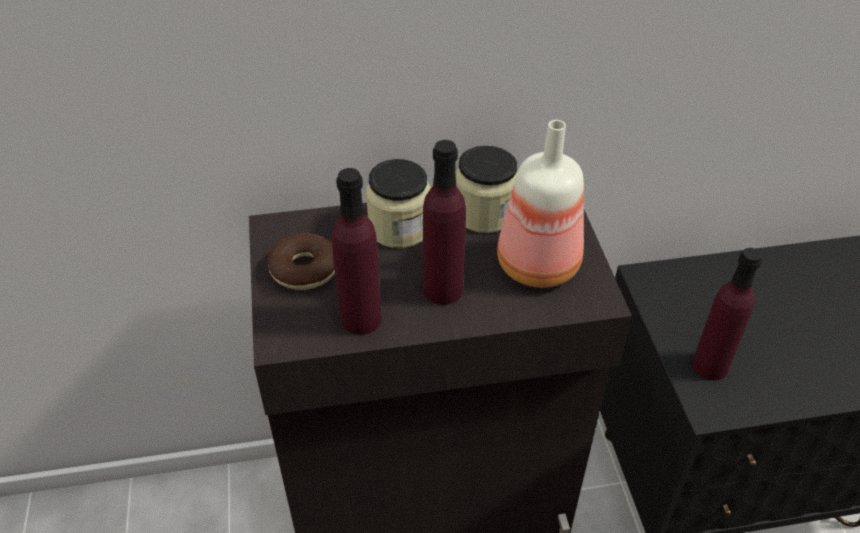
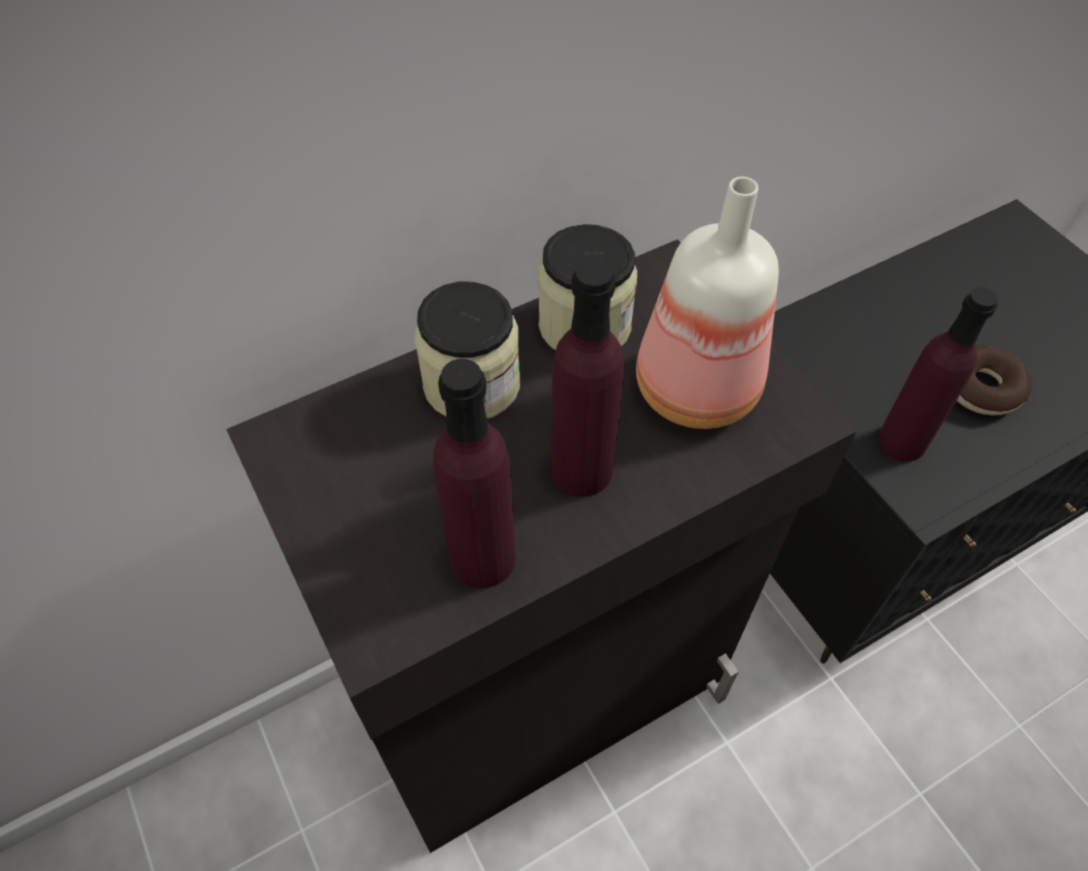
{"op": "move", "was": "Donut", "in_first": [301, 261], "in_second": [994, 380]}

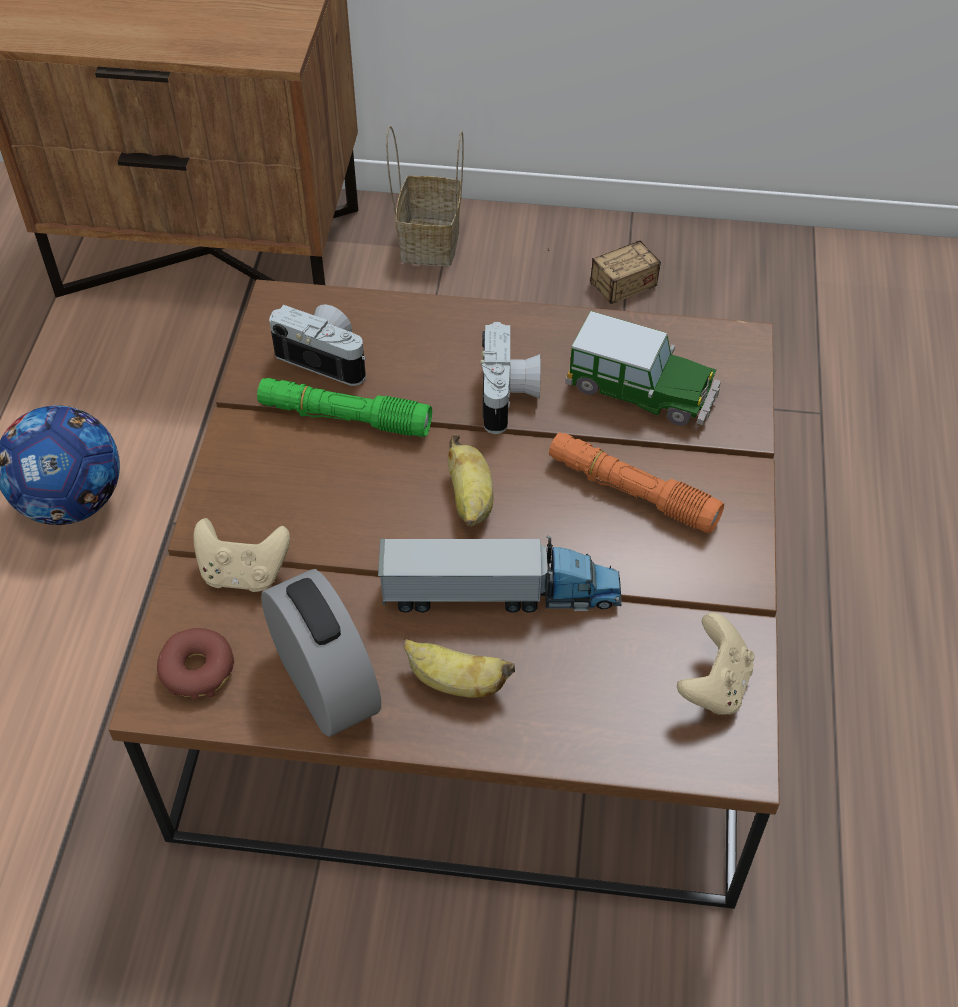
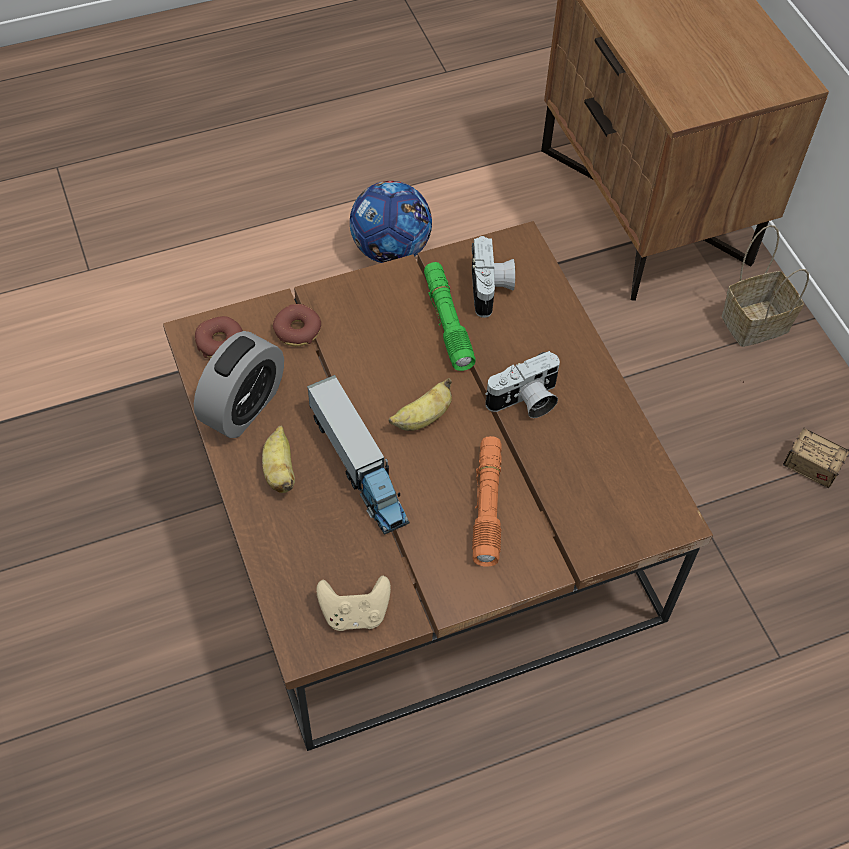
{"op": "replace", "was": "Gamepad [beige]", "now": "Donut", "in_first": [241, 555], "in_second": [297, 325]}
{"op": "delete", "was": "Spielzeugauto", "in_first": [643, 368]}

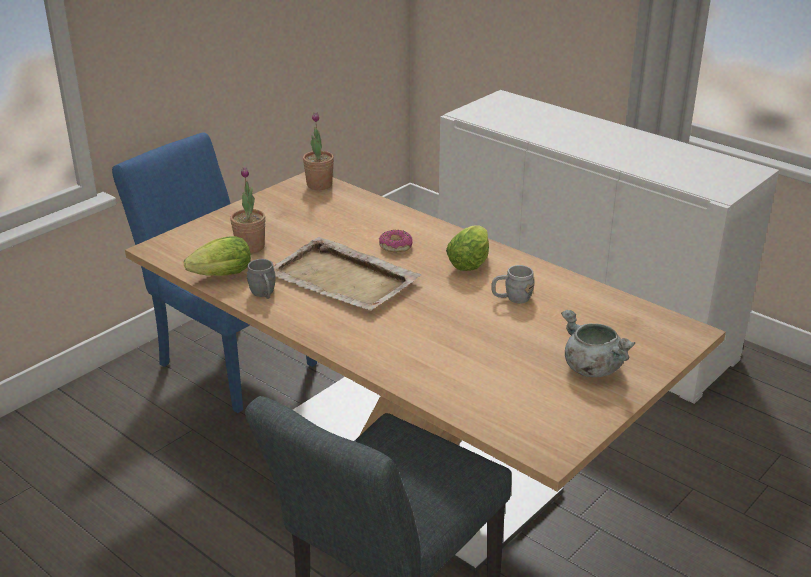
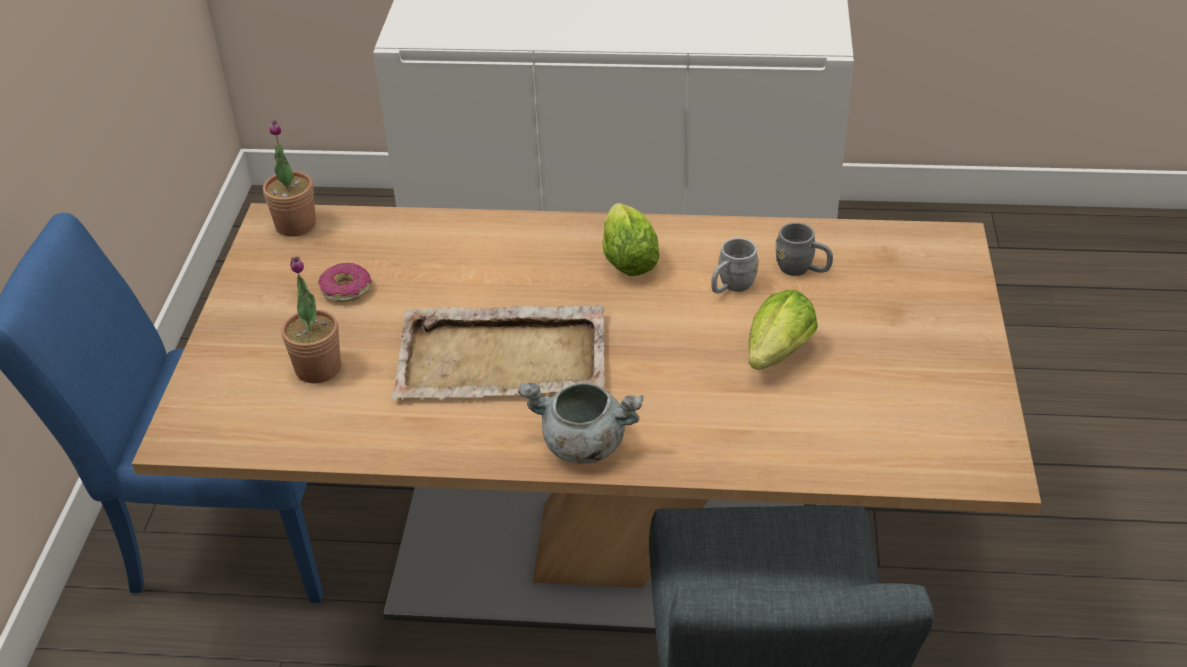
{"op": "move", "was": "Donut", "in_first": [396, 241], "in_second": [345, 282]}
{"op": "move", "was": "Kochtopf [grau]", "in_first": [598, 343], "in_second": [580, 423]}
{"op": "move", "was": "Salatkopf", "in_first": [217, 256], "in_second": [783, 330]}
{"op": "move", "was": "Henkelbecher [grau]", "in_first": [261, 279], "in_second": [804, 249]}

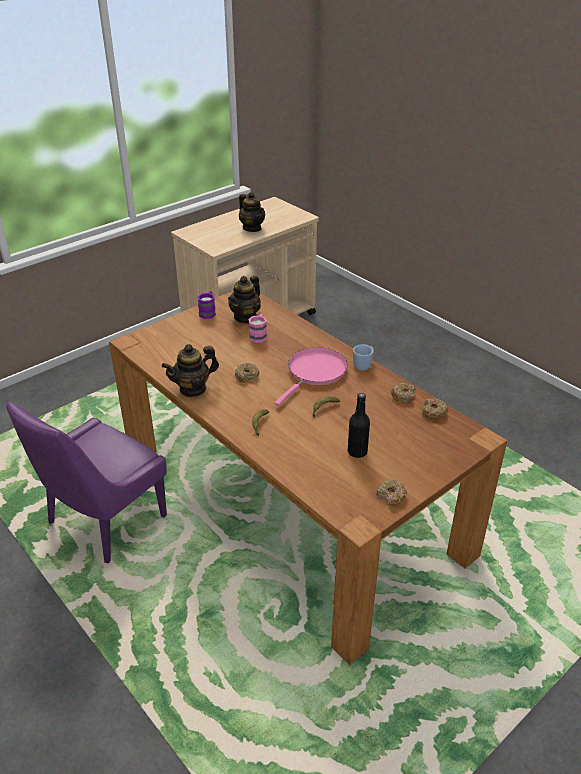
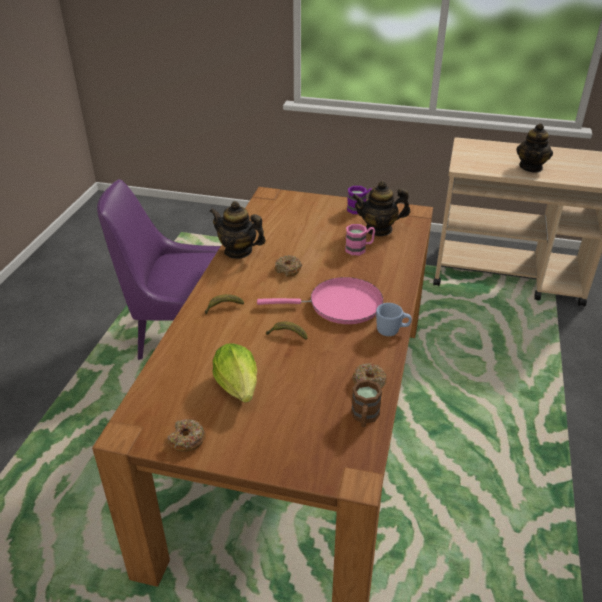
{"op": "replace", "was": "Flasche [schwarz]", "now": "Salatkopf", "in_first": [359, 425], "in_second": [235, 373]}
{"op": "replace", "was": "Donut", "now": "Henkelbecher [braun]", "in_first": [435, 408], "in_second": [366, 403]}

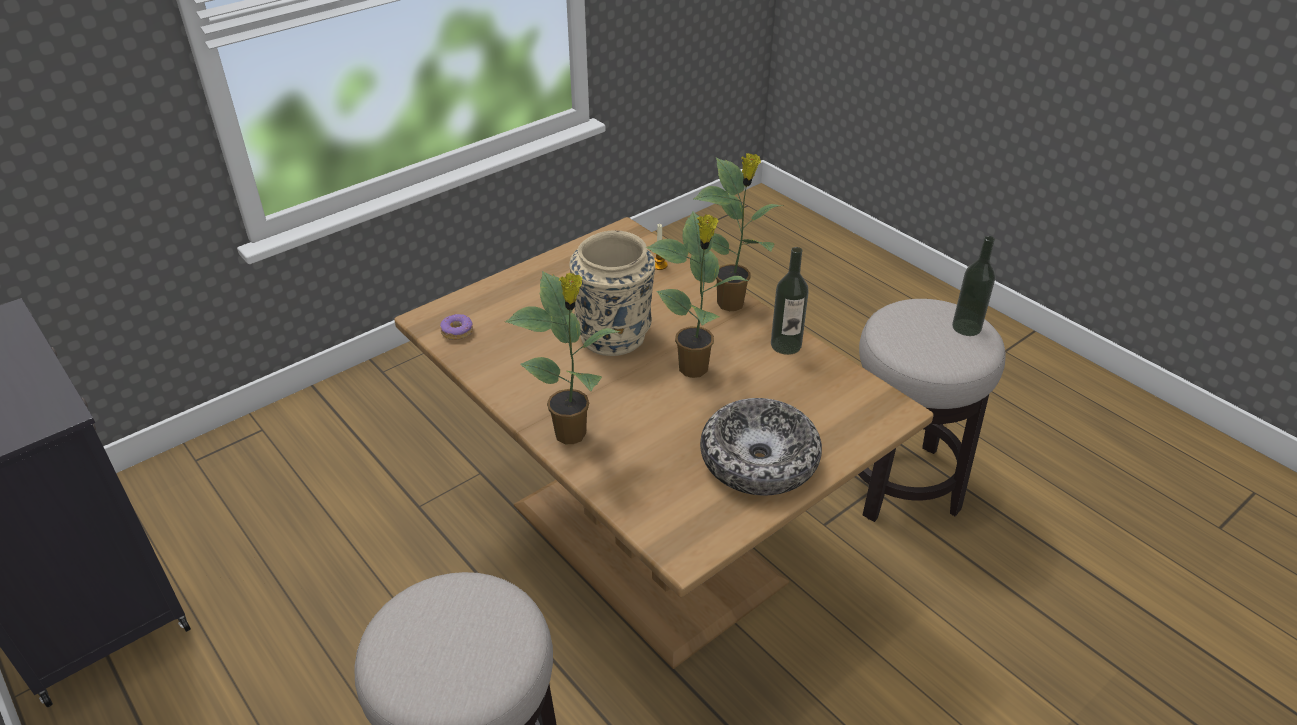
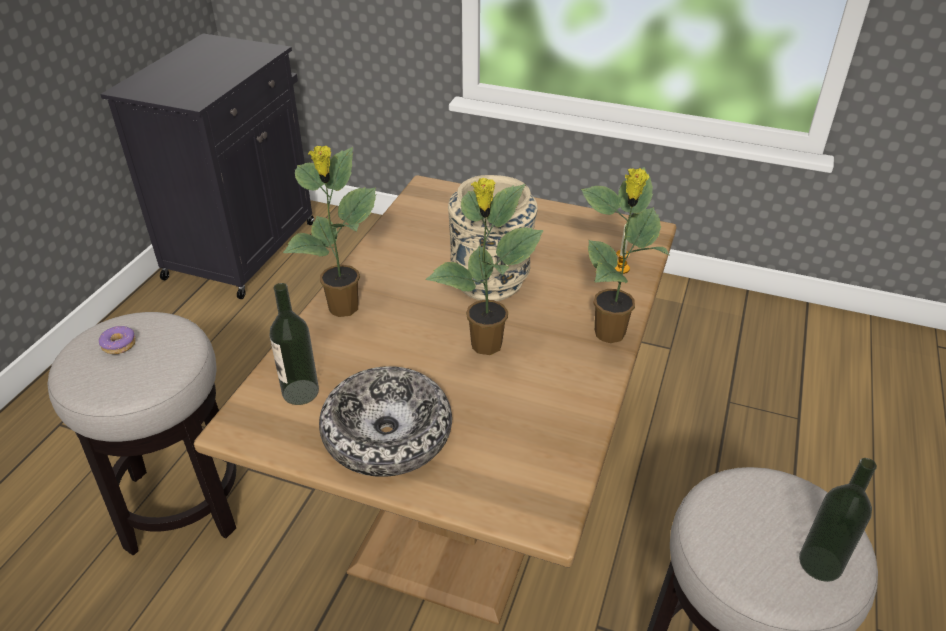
{"op": "move", "was": "Donut", "in_first": [456, 327], "in_second": [117, 340]}
{"op": "move", "was": "Flasche", "in_first": [790, 301], "in_second": [294, 344]}

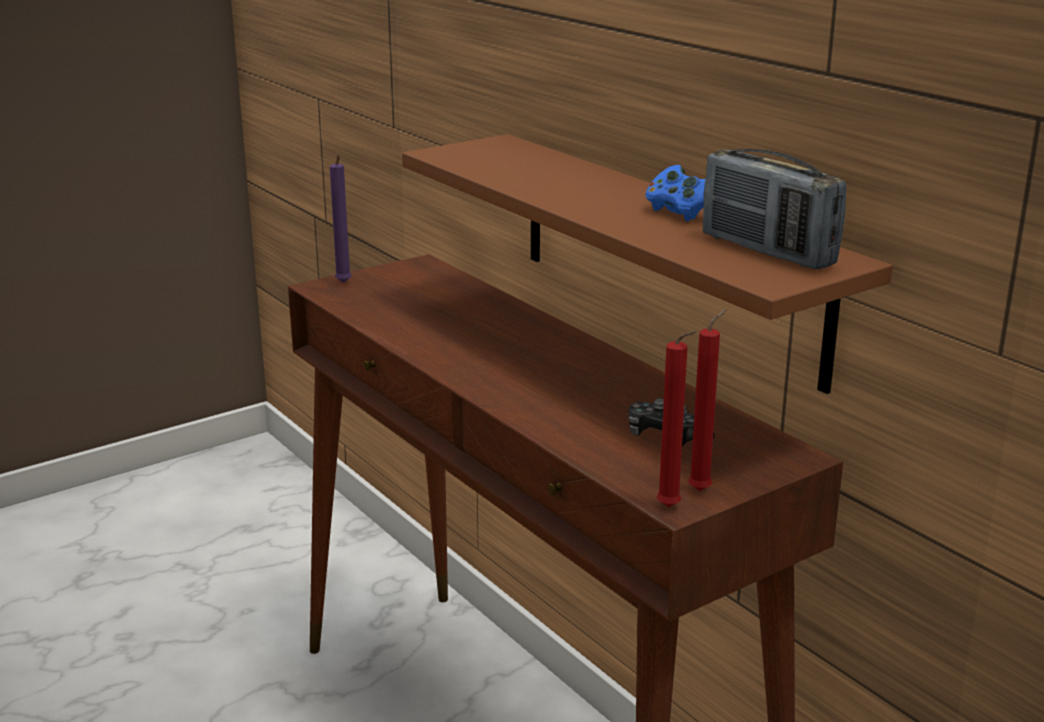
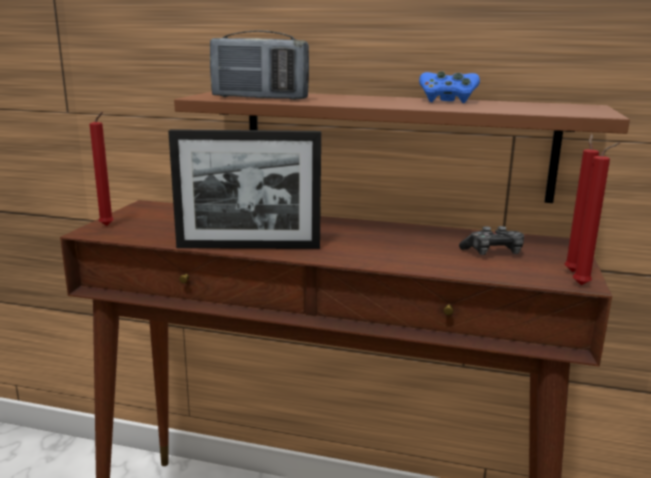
{"op": "recolor", "was": "Kerze [lila]", "now": "Kerze [rot]", "in_first": [341, 219], "in_second": [101, 169]}
{"op": "insert", "now": "Bilderrahmen", "in_second": [244, 189]}
{"op": "move", "was": "Radio", "in_first": [774, 209], "in_second": [259, 65]}

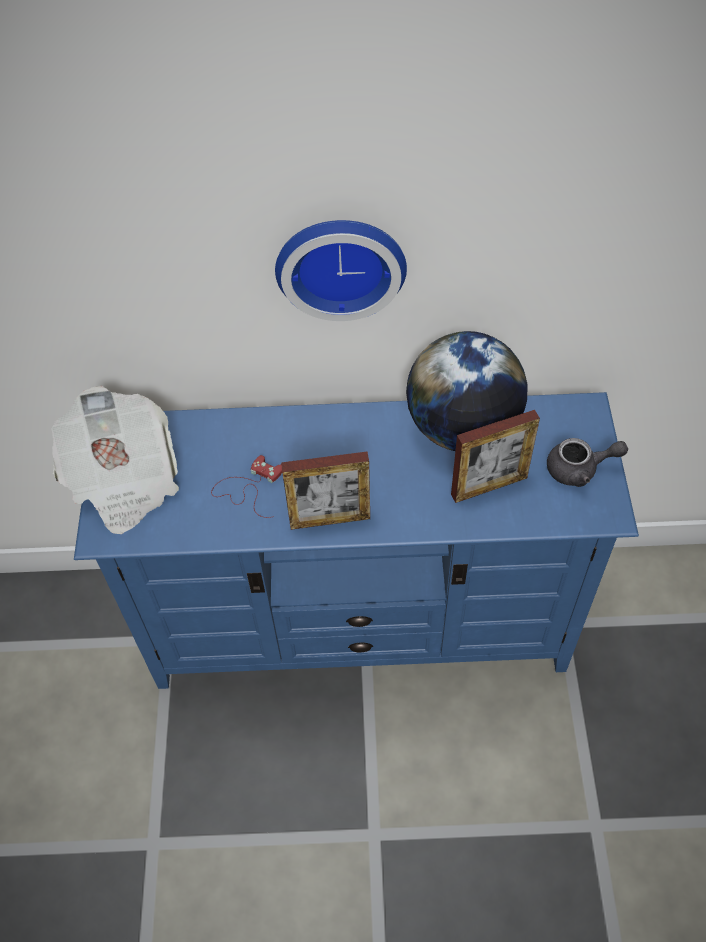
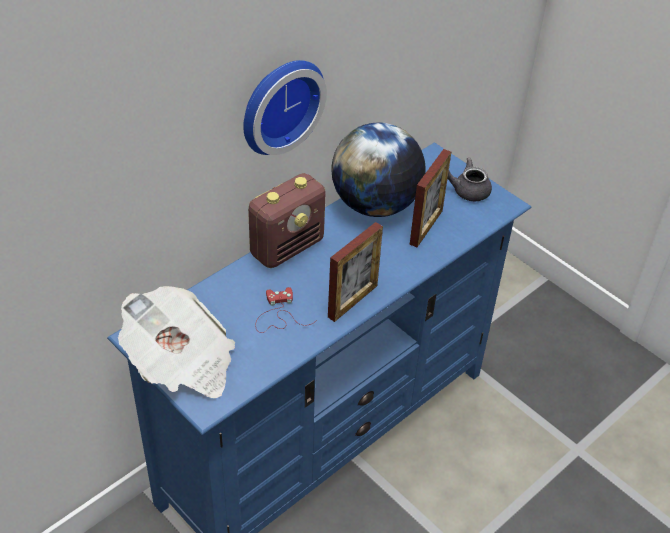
{"op": "insert", "now": "Radio", "in_second": [287, 220]}
{"op": "rotate", "was": "Teekanne [grau]", "in_first": [587, 462], "in_second": [469, 179], "clockwise": -135}

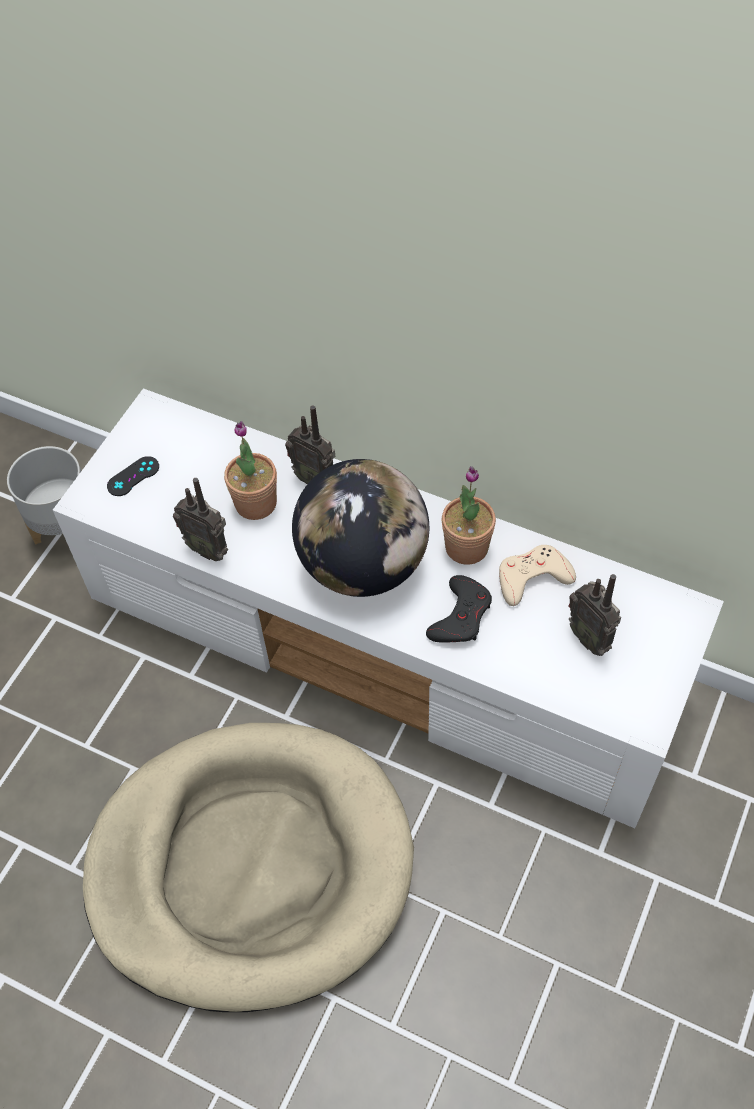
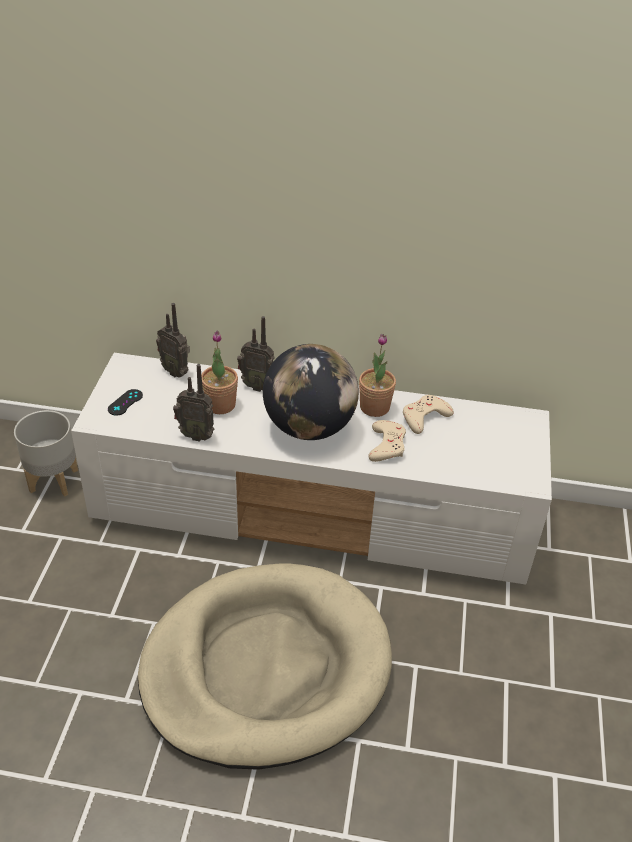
{"op": "move", "was": "Radio", "in_first": [594, 615], "in_second": [173, 340]}
{"op": "recolor", "was": "Gamepad [schwarz]", "now": "Gamepad [beige]", "in_first": [459, 609], "in_second": [387, 441]}

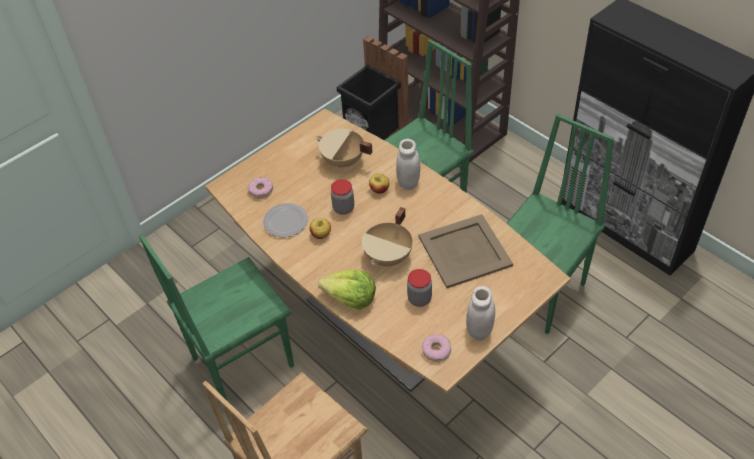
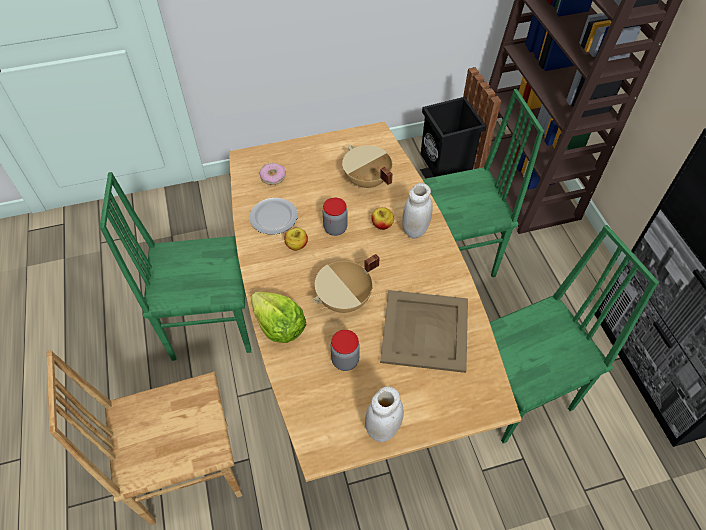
{"op": "delete", "was": "Donut", "in_first": [436, 348]}

